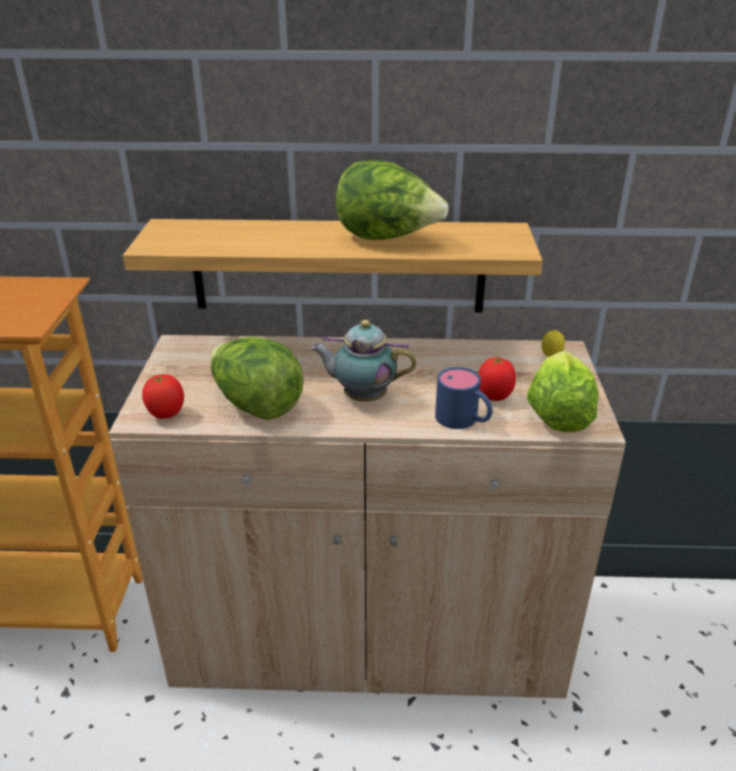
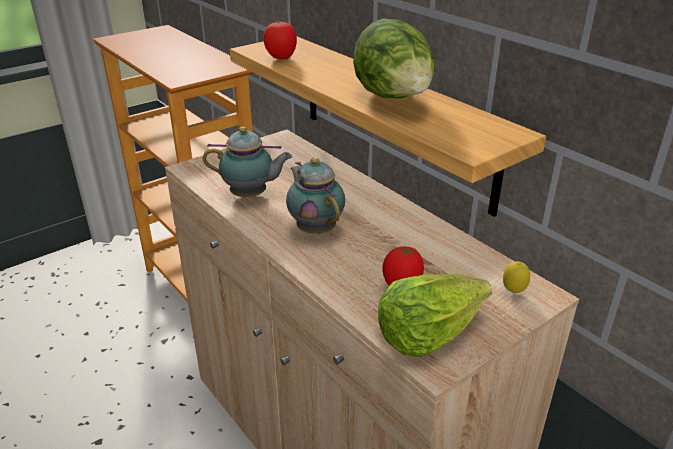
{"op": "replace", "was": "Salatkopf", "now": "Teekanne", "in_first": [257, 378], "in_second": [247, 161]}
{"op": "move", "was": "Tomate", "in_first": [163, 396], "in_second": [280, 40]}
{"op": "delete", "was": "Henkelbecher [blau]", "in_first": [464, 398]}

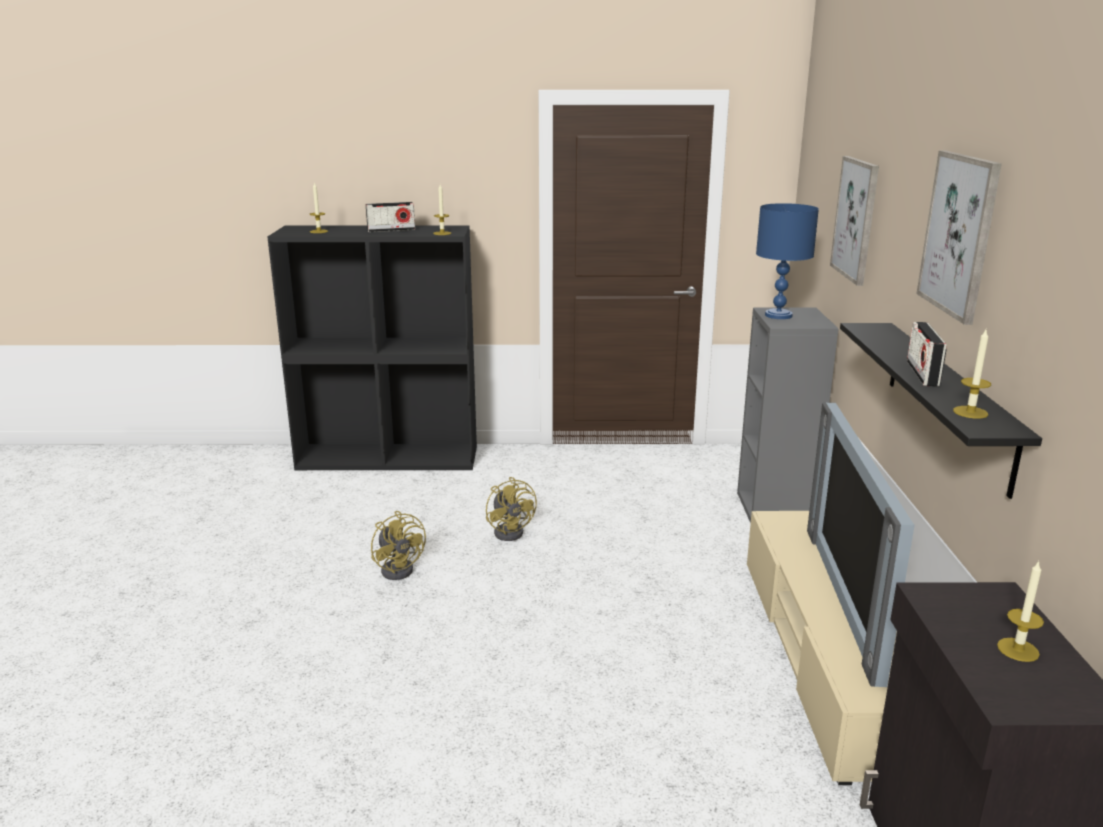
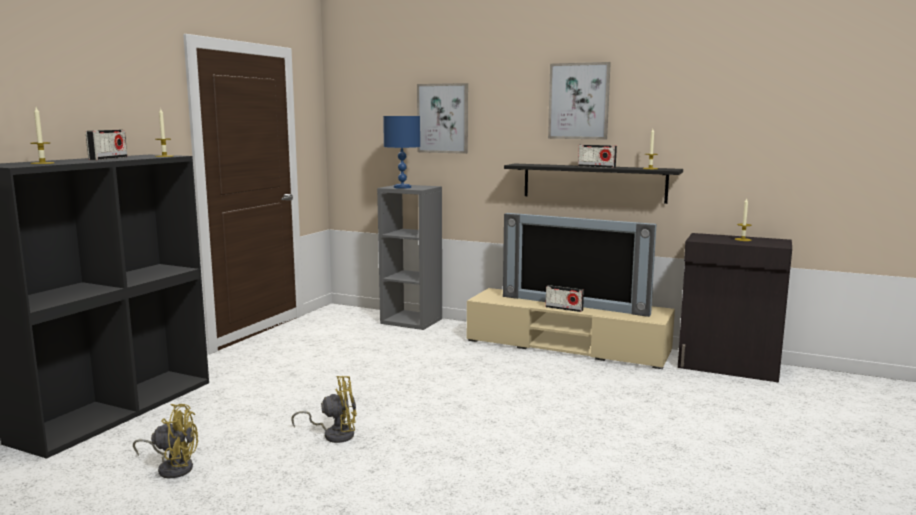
{"op": "move", "was": "Ventilator [gelb]", "in_first": [511, 509], "in_second": [165, 441]}
{"op": "insert", "now": "Radio", "in_second": [565, 298]}

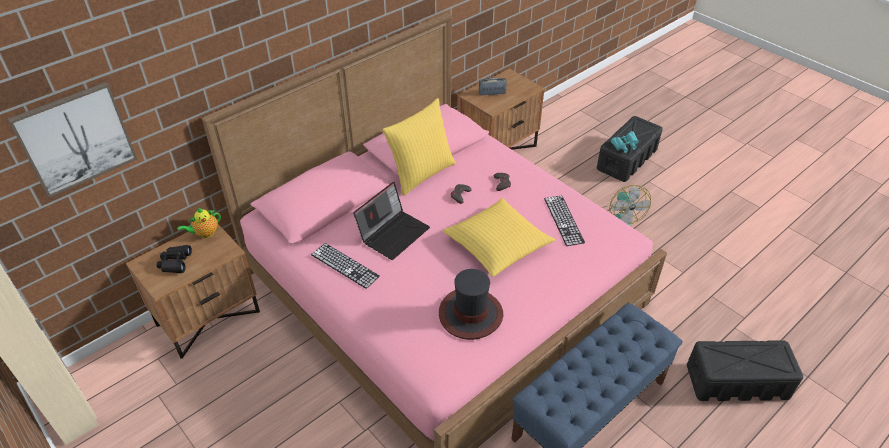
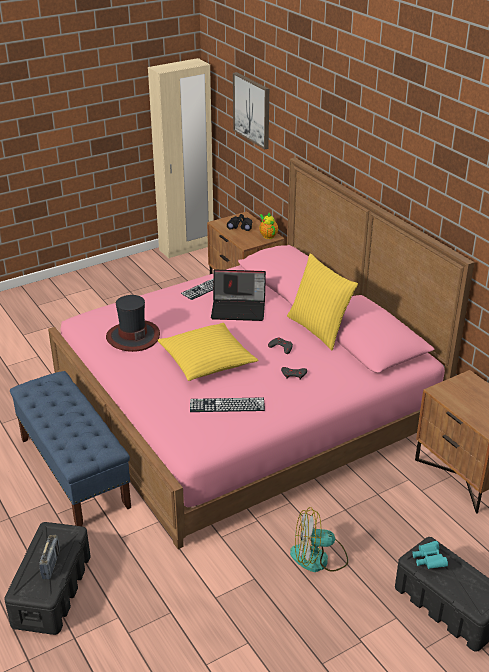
{"op": "move", "was": "Radio", "in_first": [493, 86], "in_second": [49, 557]}
{"op": "rotate", "was": "Laptop", "in_first": [391, 221], "in_second": [238, 295], "clockwise": -45}

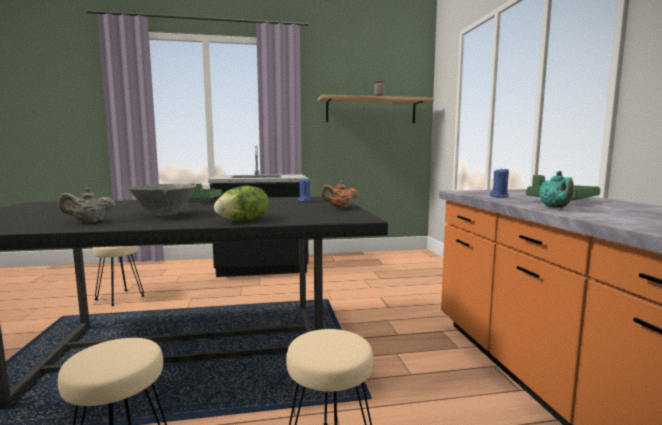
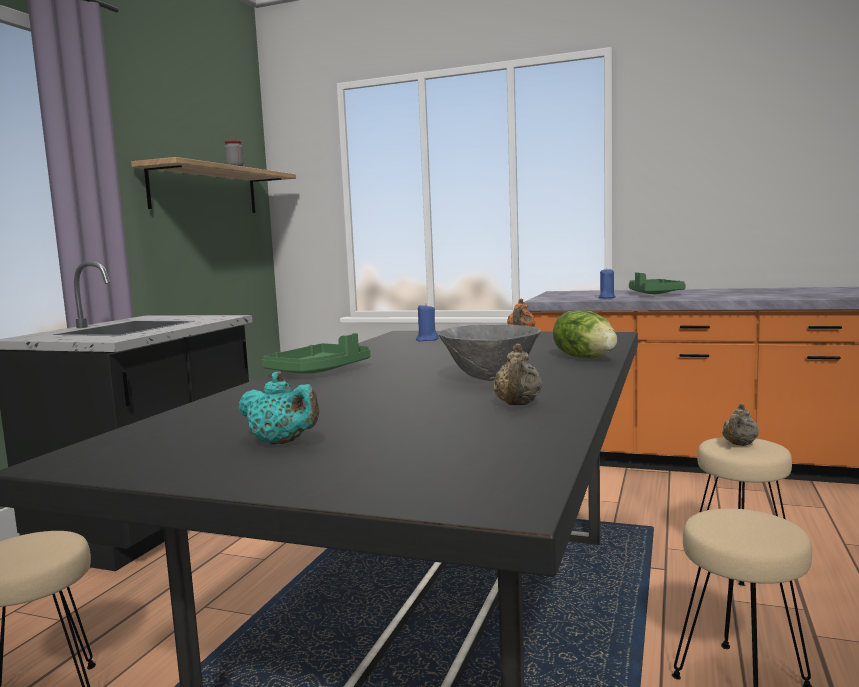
{"op": "move", "was": "Teekanne [türkis]", "in_first": [556, 189], "in_second": [278, 408]}
{"op": "insert", "now": "Teekanne [beige]", "in_second": [740, 424]}

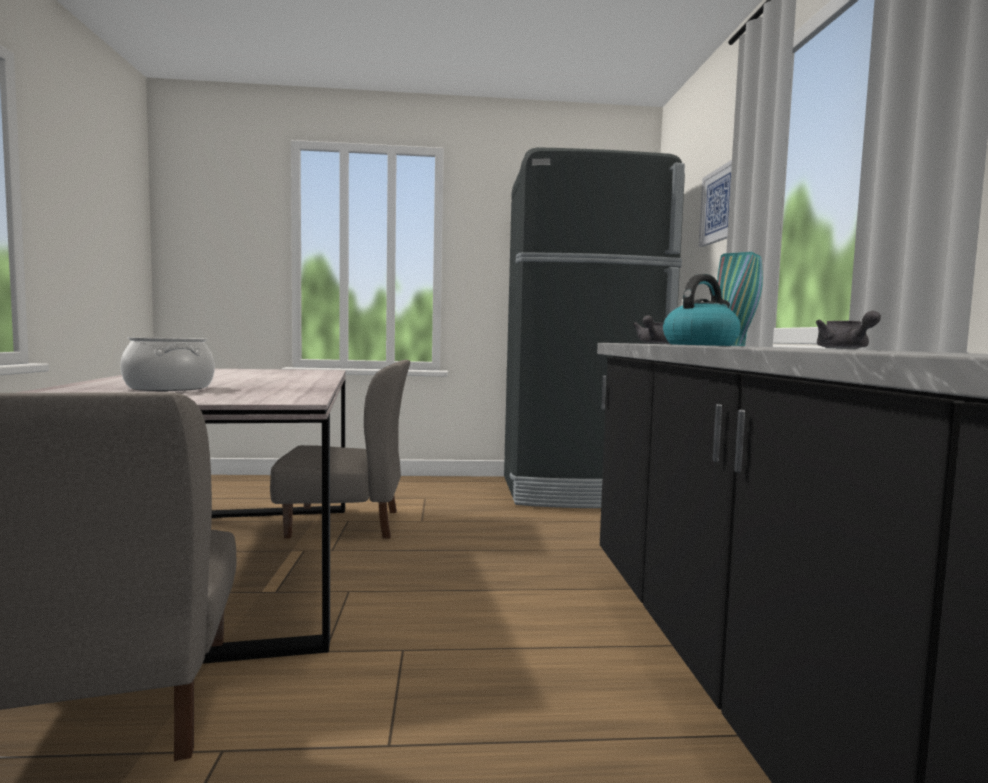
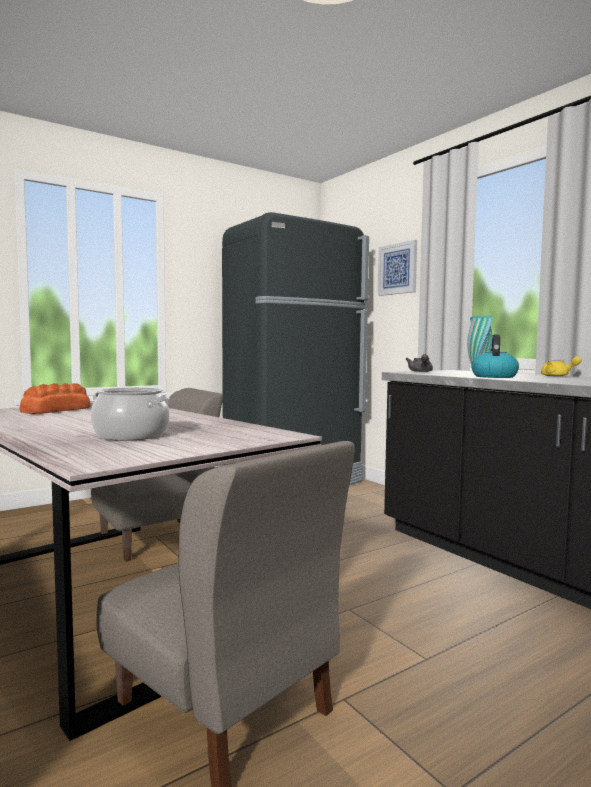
{"op": "insert", "now": "Brot", "in_second": [55, 398]}
{"op": "recolor", "was": "Teekanne [grau]", "now": "Teekanne [gelb]", "in_first": [848, 330], "in_second": [561, 366]}

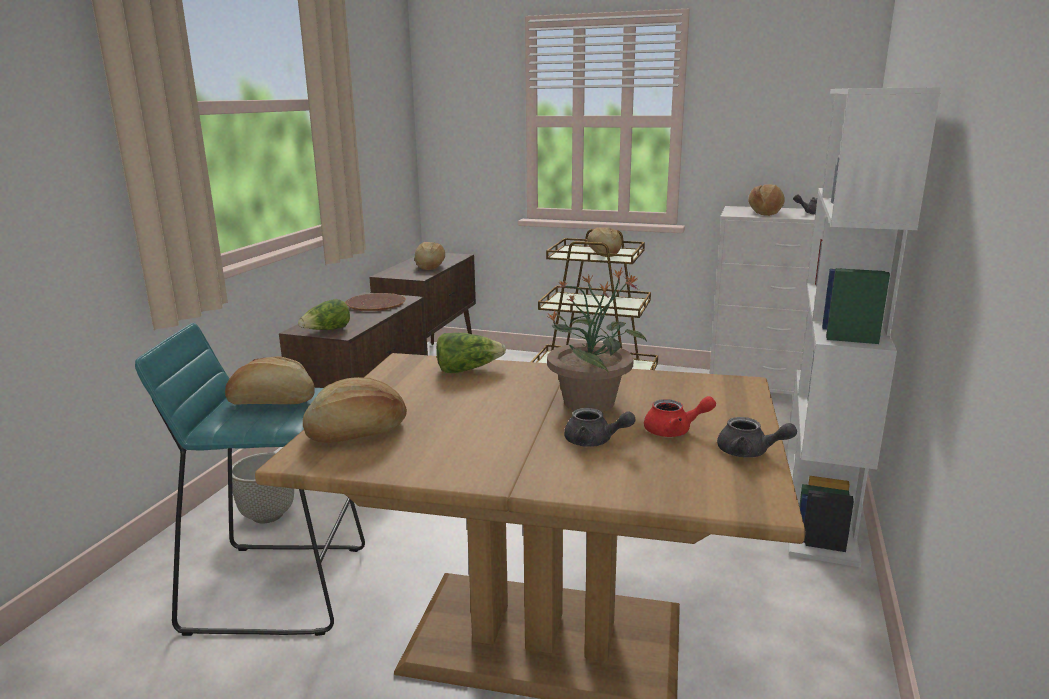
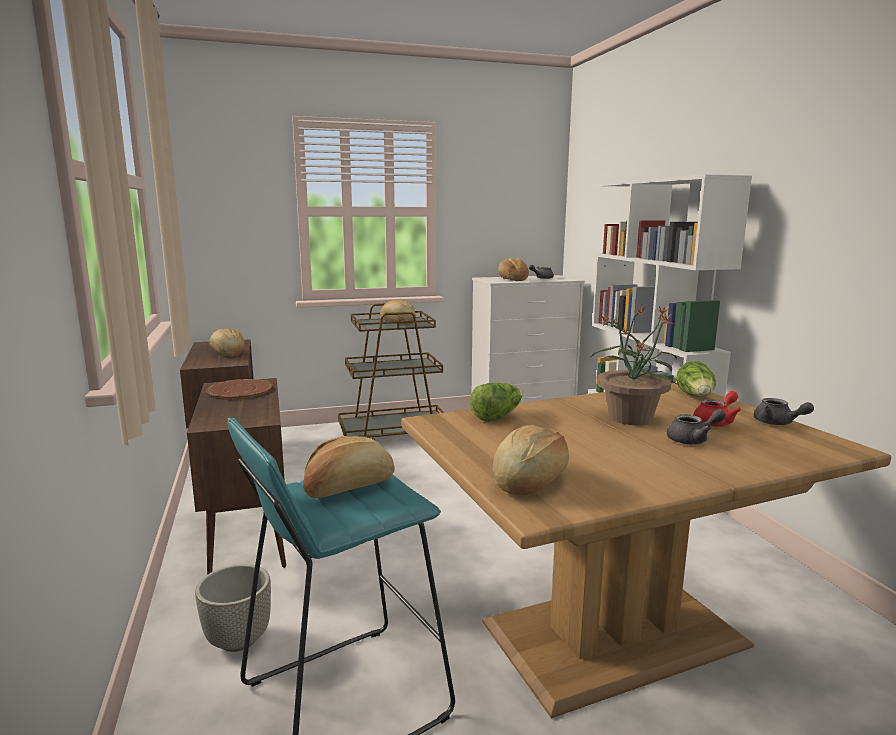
{"op": "move", "was": "Salatkopf", "in_first": [324, 314], "in_second": [696, 379]}
{"op": "rotate", "was": "Teekanne [grau]", "in_first": [757, 437], "in_second": [784, 411], "clockwise": 60}

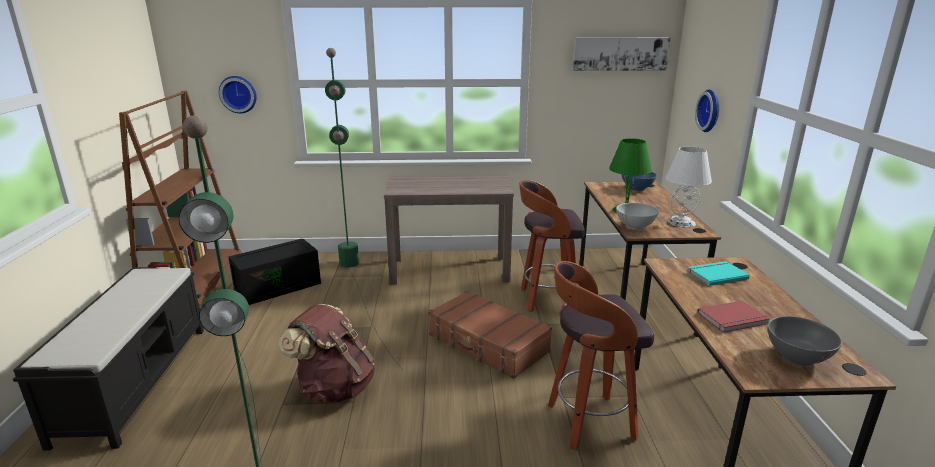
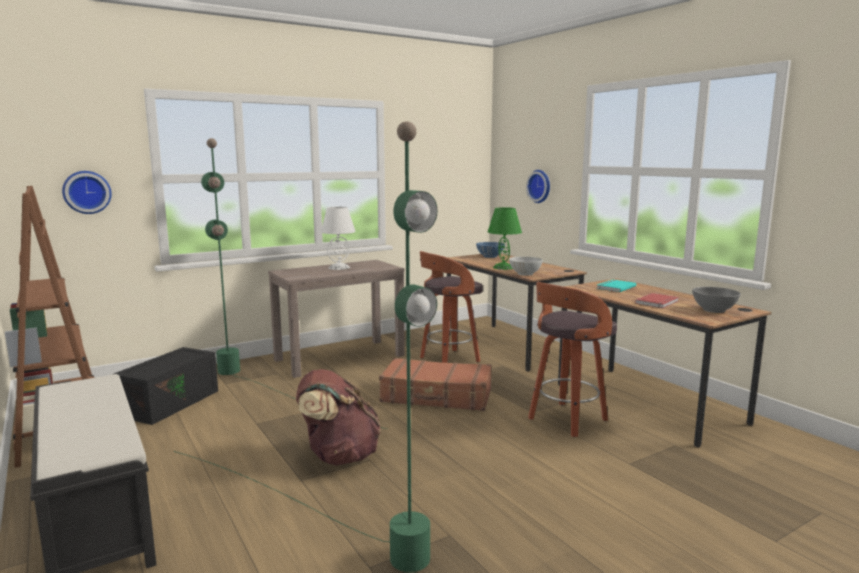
{"op": "move", "was": "Tischlampe [weiß]", "in_first": [688, 187], "in_second": [338, 238]}
{"op": "delete", "was": "Bild", "in_first": [622, 54]}

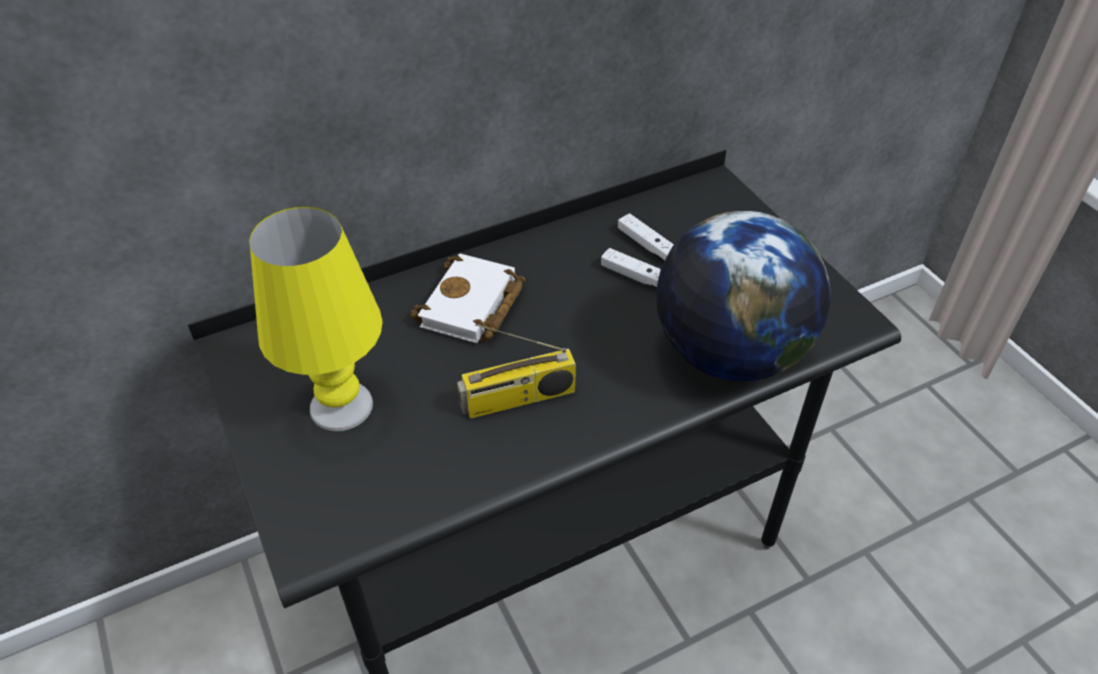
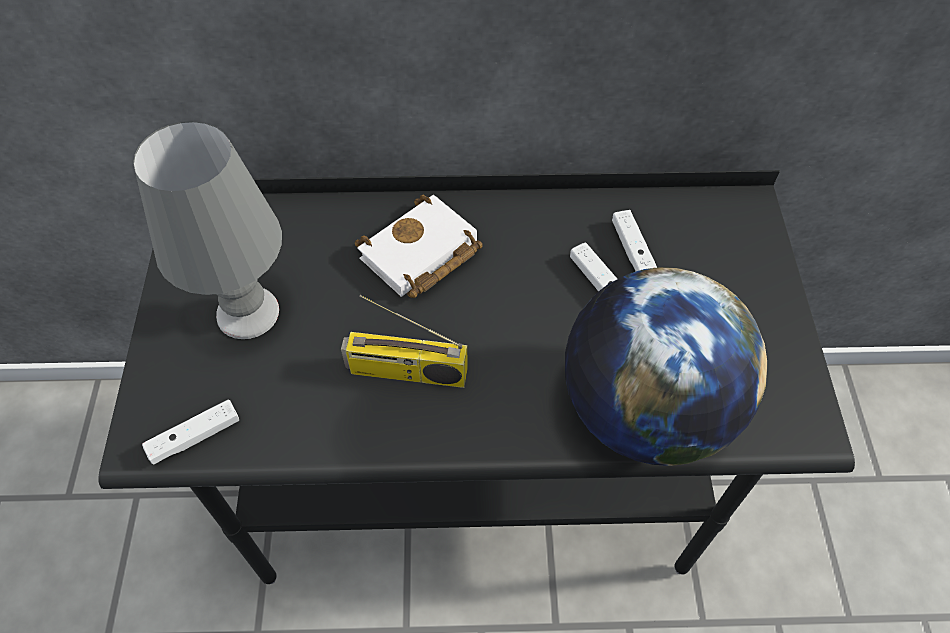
{"op": "recolor", "was": "Tischlampe [gelb]", "now": "Tischlampe [grau]", "in_first": [316, 319], "in_second": [207, 230]}
{"op": "insert", "now": "Gamepad [weiß]", "in_second": [190, 432]}

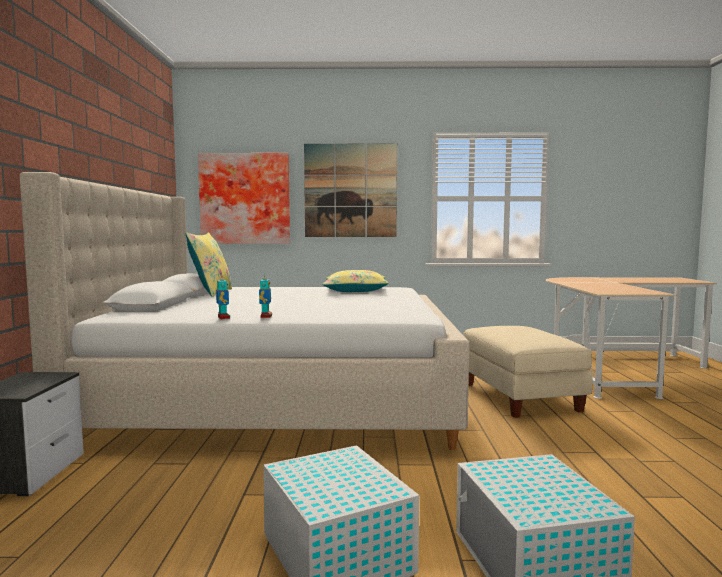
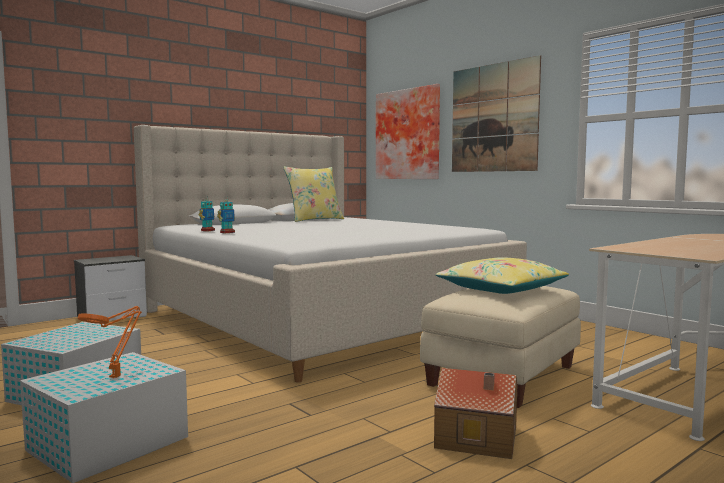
{"op": "insert", "now": "Tischlampe [orange]", "in_second": [110, 342]}
{"op": "insert", "now": "Spielzeughaus", "in_second": [475, 413]}
{"op": "move", "was": "Kissen [gelb]", "in_first": [355, 281], "in_second": [502, 275]}

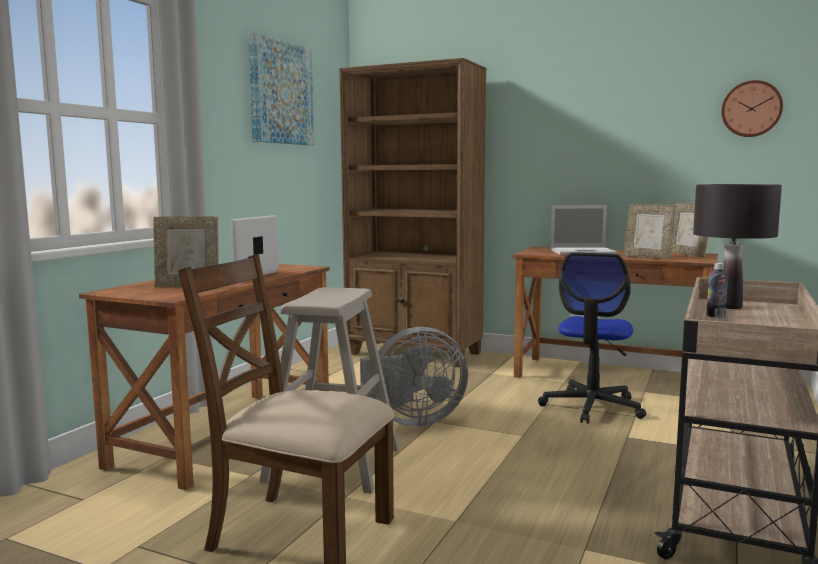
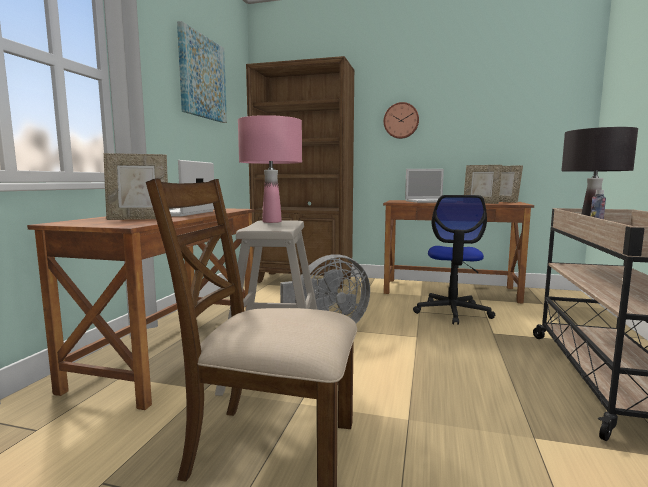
{"op": "insert", "now": "Tischlampe [rosa]", "in_second": [270, 169]}
{"op": "move", "was": "Wanduhr", "in_first": [752, 108], "in_second": [401, 120]}

